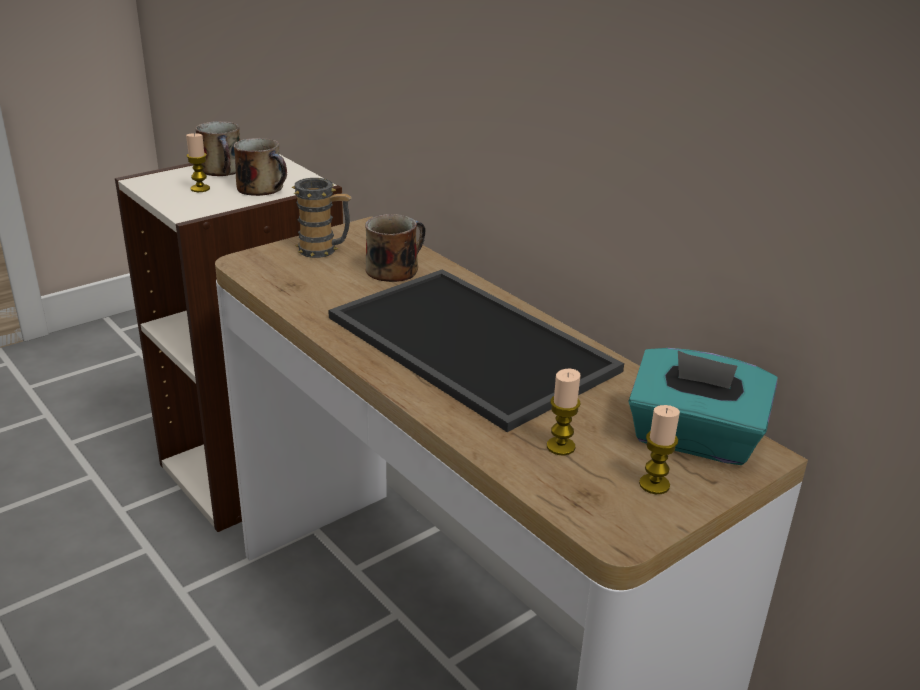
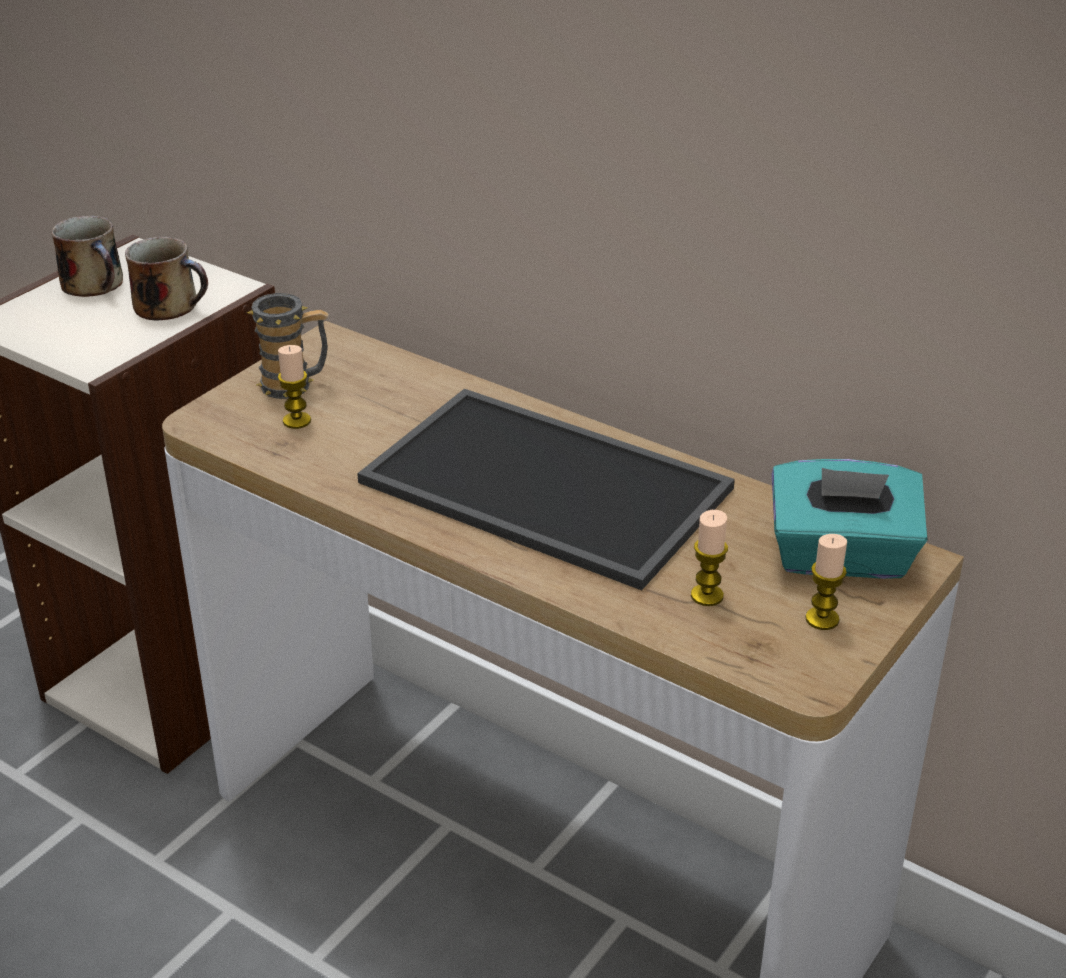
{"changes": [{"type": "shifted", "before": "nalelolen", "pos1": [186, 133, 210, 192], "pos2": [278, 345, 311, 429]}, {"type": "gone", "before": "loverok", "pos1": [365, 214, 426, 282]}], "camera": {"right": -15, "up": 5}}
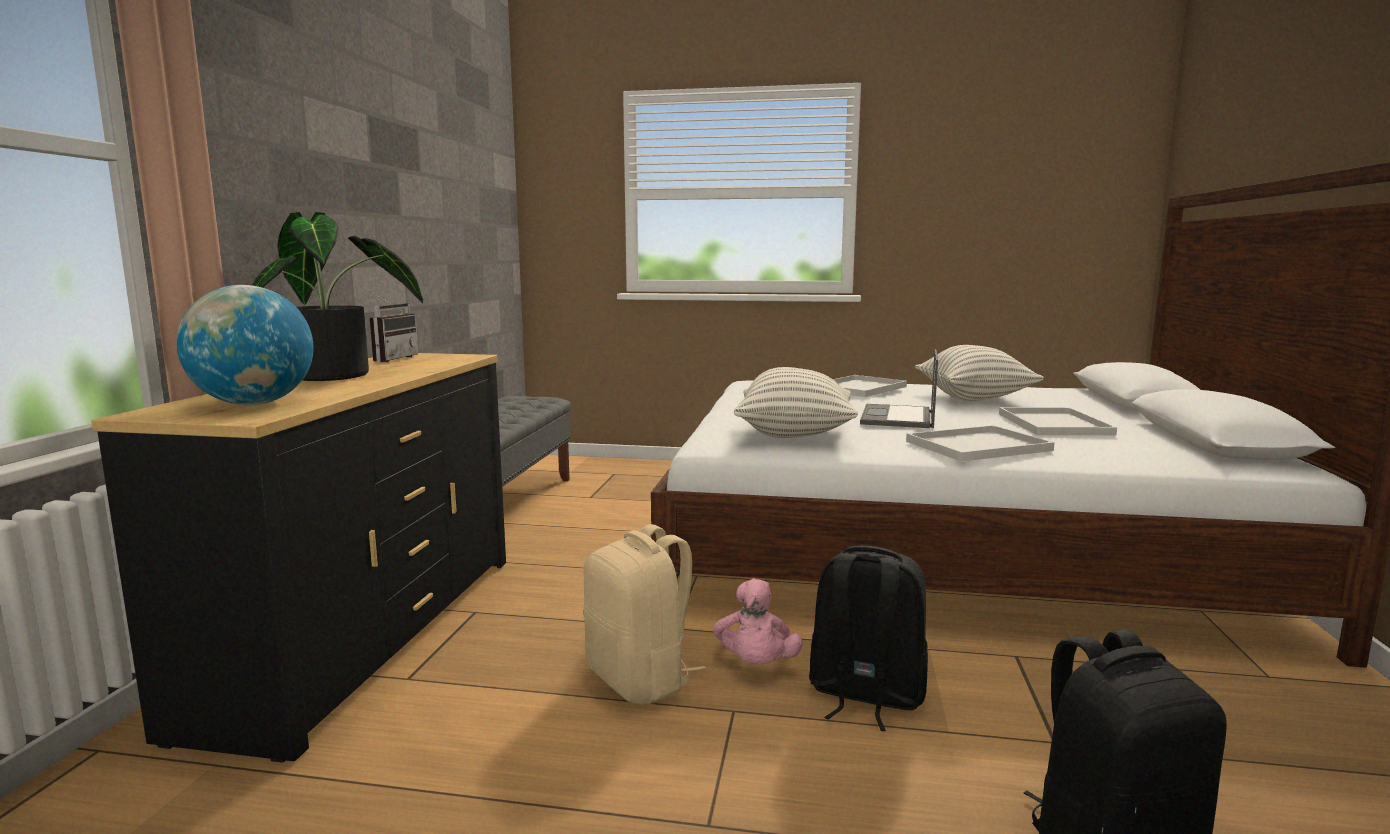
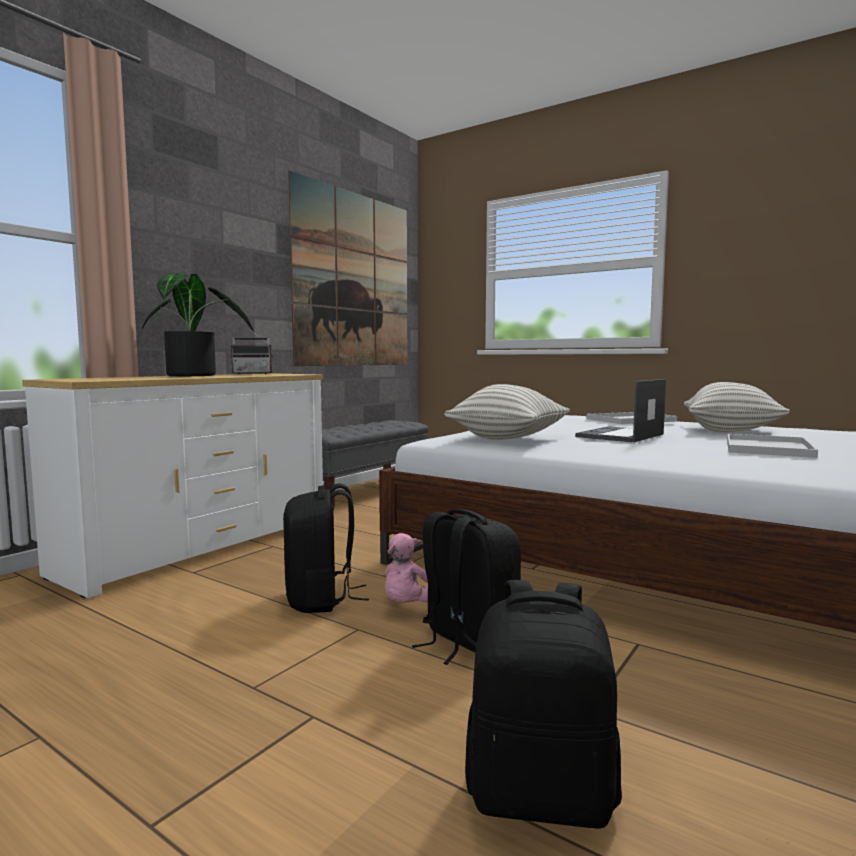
{"changes": [{"type": "repainted", "before": "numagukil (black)", "after": "numagukil (white)", "pos1": [91, 353, 506, 763], "pos2": [22, 373, 323, 598]}, {"type": "rotated", "before": "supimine", "pos1": [366, 290, 418, 362], "pos2": [231, 329, 273, 374], "turn": 45}, {"type": "repainted", "before": "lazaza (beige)", "after": "lazaza (black)", "pos1": [584, 524, 706, 705], "pos2": [283, 484, 369, 613]}, {"type": "new", "after": "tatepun", "pos2": [288, 170, 407, 366]}, {"type": "gone", "before": "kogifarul", "pos1": [176, 285, 313, 405]}, {"type": "gone", "before": "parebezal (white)", "pos1": [906, 425, 1055, 462]}], "camera": {"right": 25, "up": -5}}
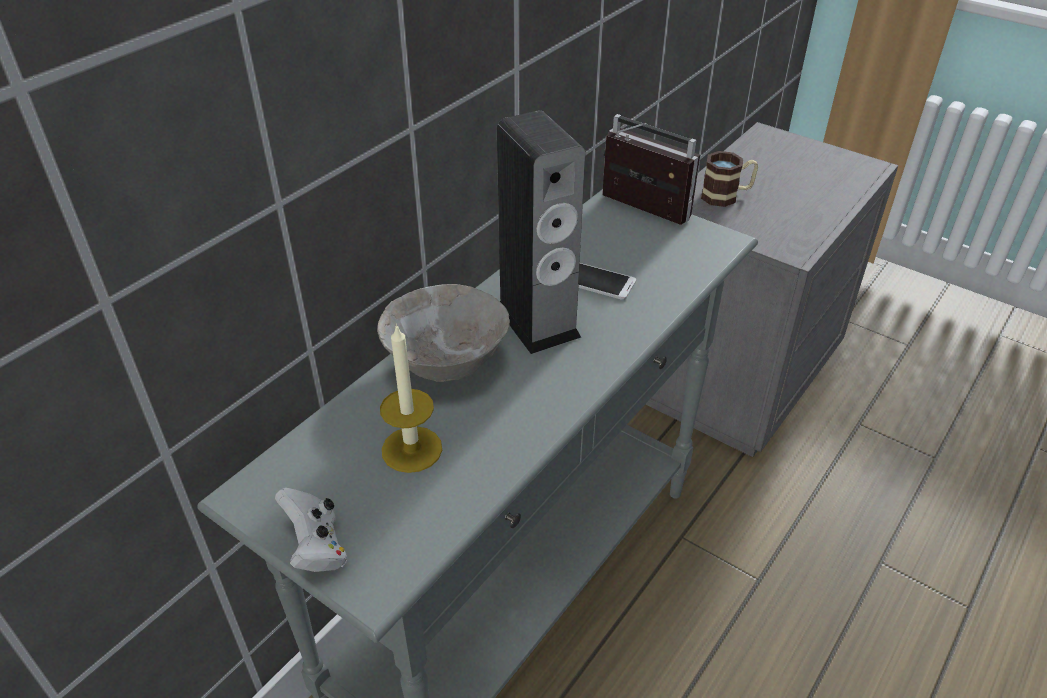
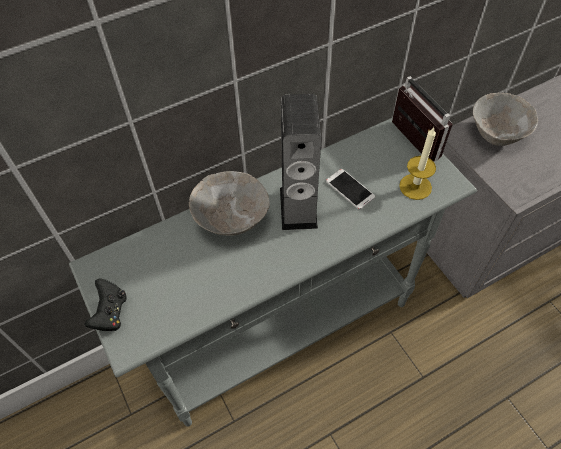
{"changes": [{"type": "repainted", "before": "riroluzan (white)", "after": "riroluzan (black)", "pos1": [275, 488, 347, 572], "pos2": [84, 278, 126, 331]}, {"type": "shifted", "before": "nalelolen", "pos1": [380, 324, 442, 473], "pos2": [399, 127, 436, 200]}, {"type": "swapped", "before": "loverok", "after": "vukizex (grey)", "pos1": [701, 151, 758, 207], "pos2": [473, 93, 538, 146]}], "camera": {"right": 25, "up": 15}}
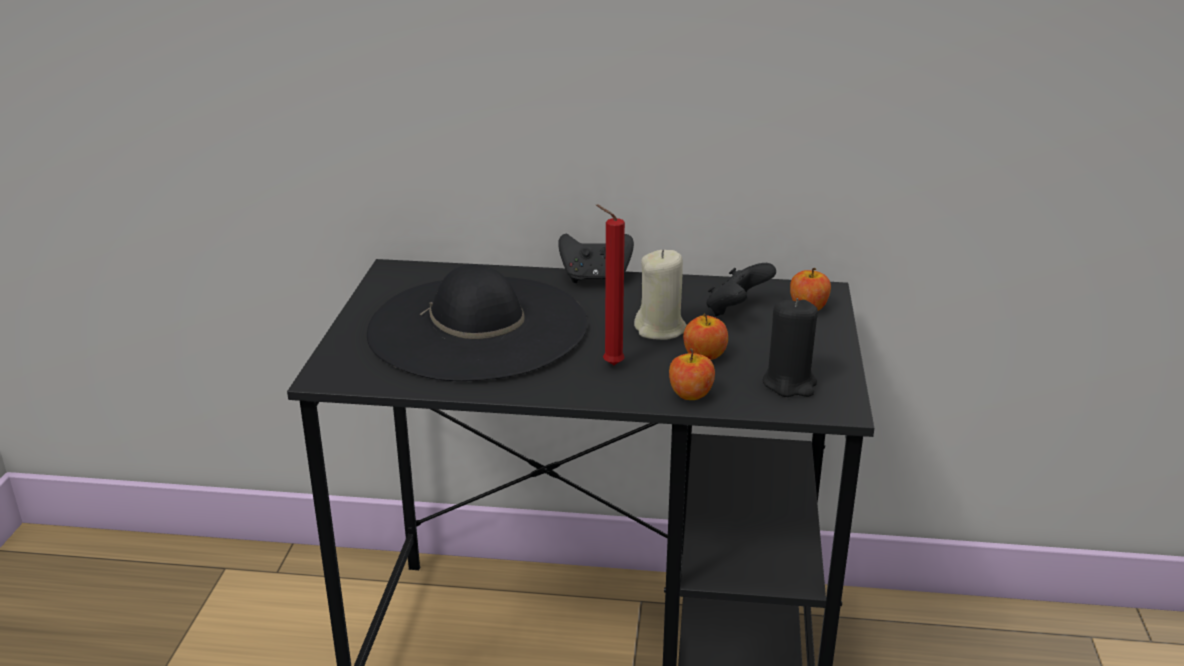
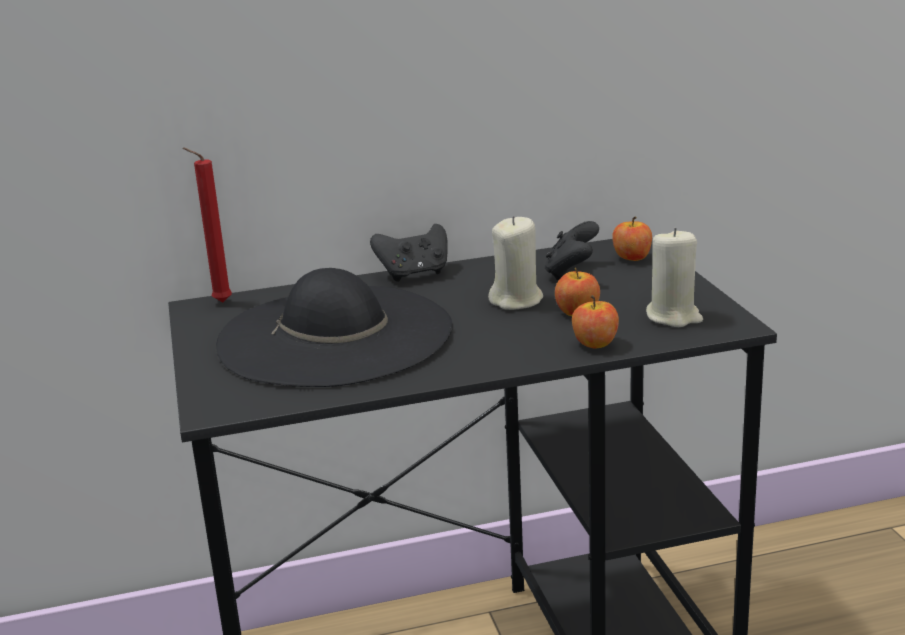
{"changes": [{"type": "shifted", "before": "nalelolen (red)", "pos1": [596, 204, 625, 365], "pos2": [182, 148, 232, 302]}, {"type": "repainted", "before": "nalelolen (black)", "after": "nalelolen (beige)", "pos1": [763, 298, 818, 397], "pos2": [646, 228, 703, 327]}], "camera": {"right": -20, "up": -5}}
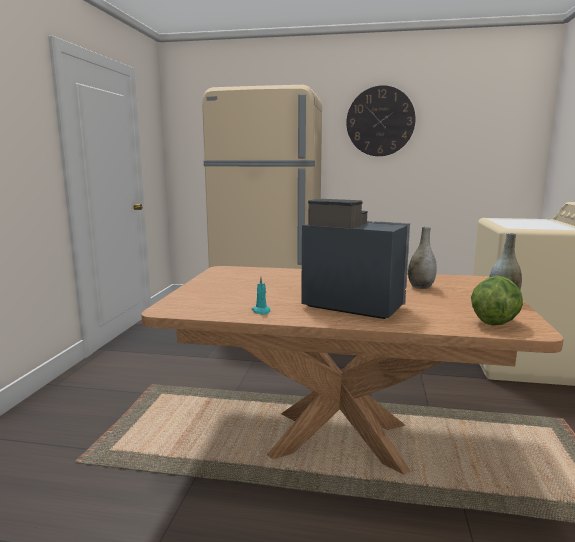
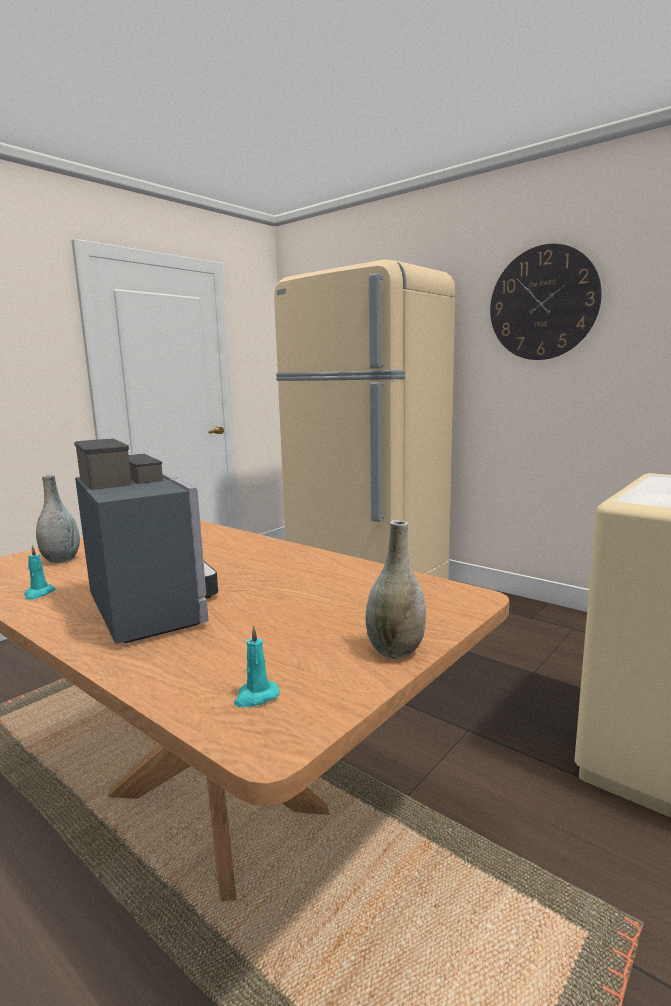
{"changes": [{"type": "shifted", "before": "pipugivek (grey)", "pos1": [408, 226, 437, 289], "pos2": [36, 474, 80, 563]}, {"type": "swapped", "before": "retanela", "after": "nalelolen (turquoise)", "pos1": [471, 276, 523, 326], "pos2": [234, 626, 280, 707]}], "camera": {"right": 30, "up": 0}}
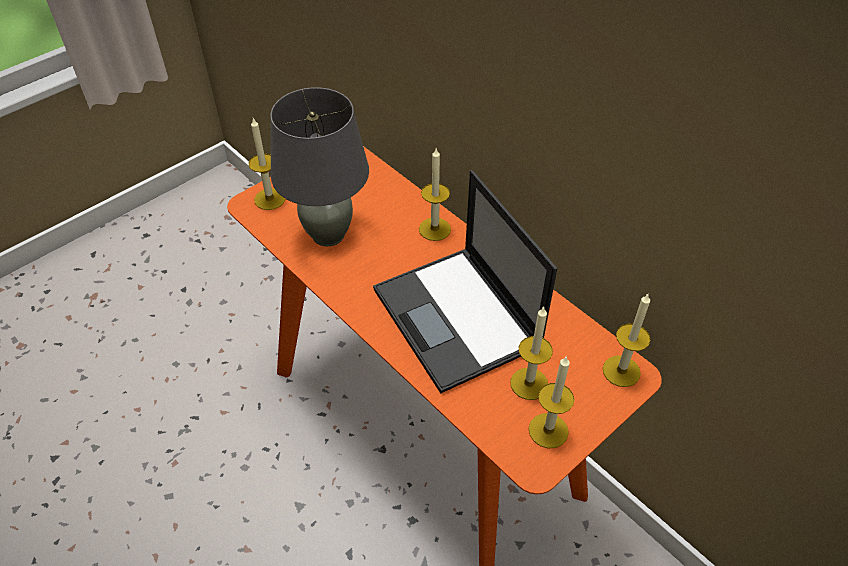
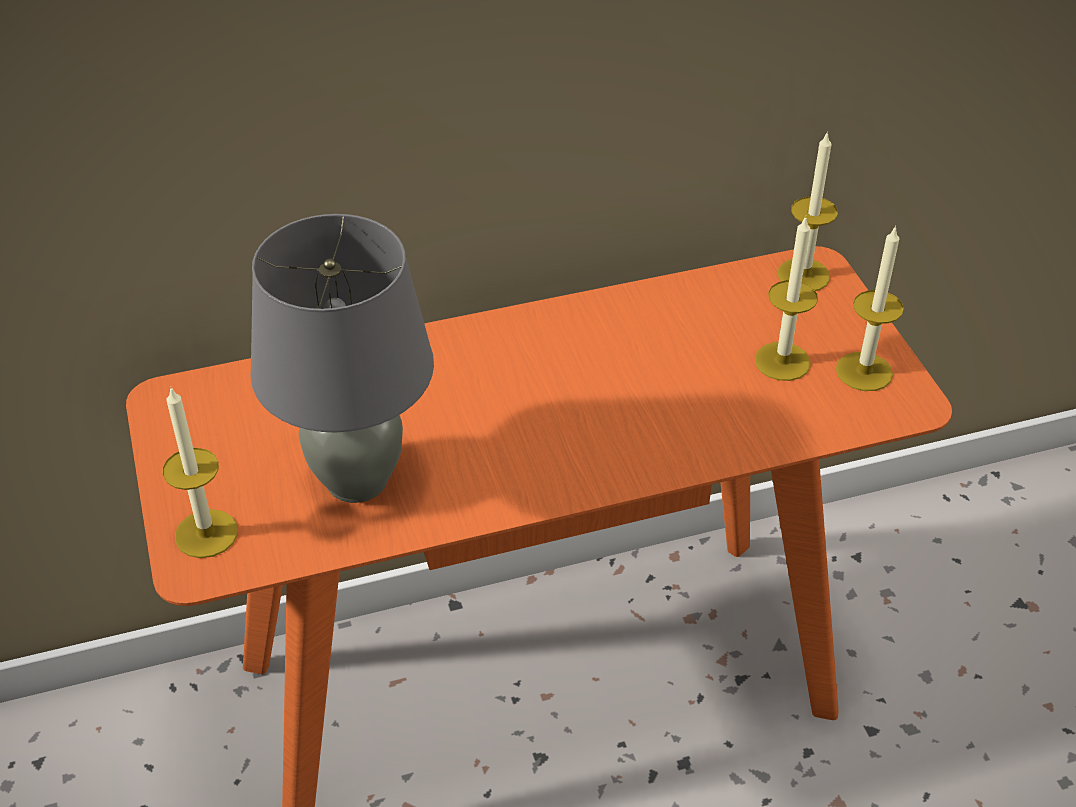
{"changes": [{"type": "gone", "before": "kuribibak", "pos1": [373, 170, 557, 394]}, {"type": "gone", "before": "nalelolen", "pos1": [419, 149, 451, 241]}], "camera": {"right": -65, "up": -5}}
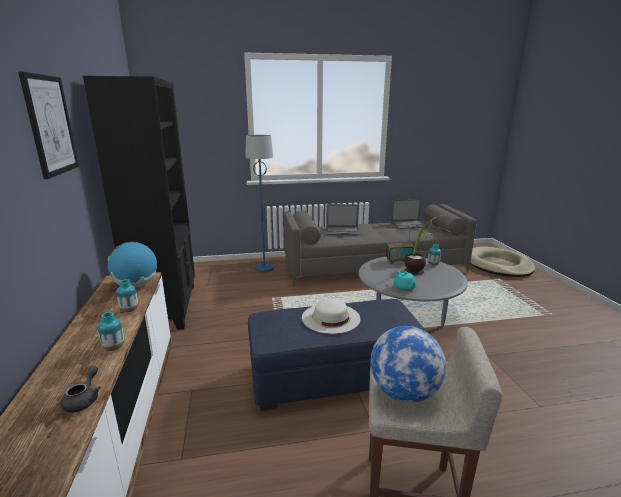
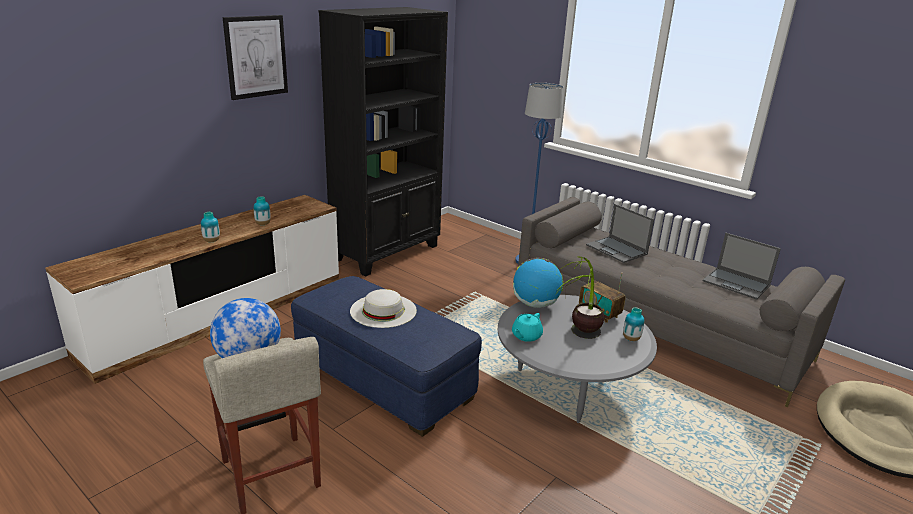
{"changes": [{"type": "shifted", "before": "kogifarul", "pos1": [108, 242, 157, 287], "pos2": [513, 258, 564, 308]}, {"type": "gone", "before": "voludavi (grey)", "pos1": [61, 366, 101, 413]}], "camera": {"right": 50, "up": 5}}
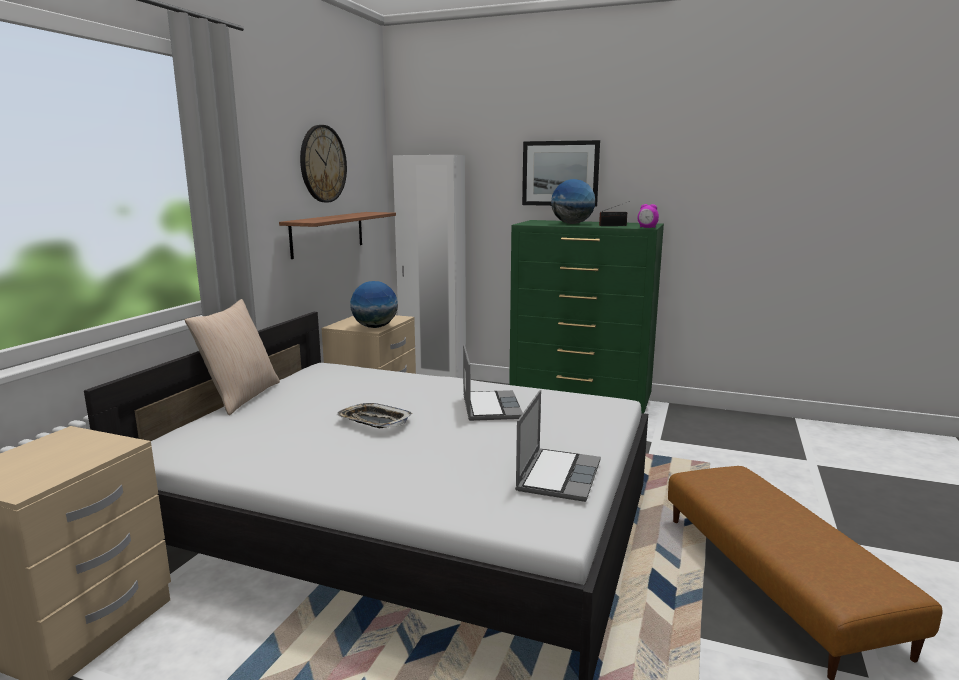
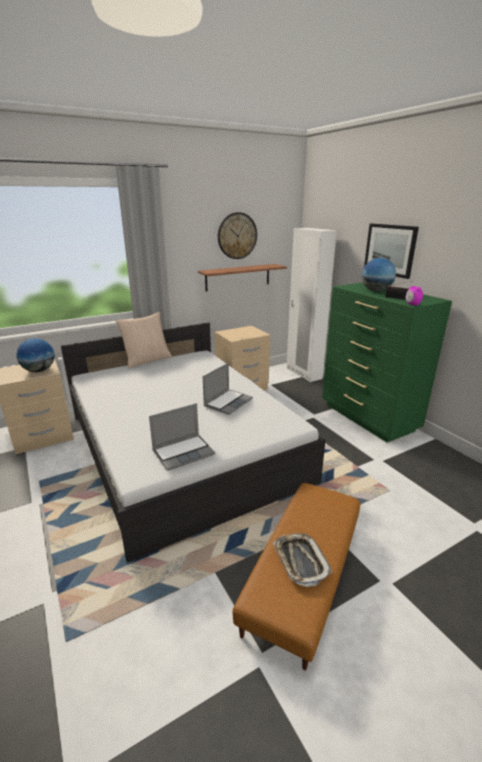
{"changes": [{"type": "shifted", "before": "kogifarul", "pos1": [350, 281, 398, 328], "pos2": [16, 338, 55, 372]}, {"type": "shifted", "before": "parebezal", "pos1": [336, 403, 412, 428], "pos2": [273, 533, 332, 587]}], "camera": {"right": 40, "up": 10}}
